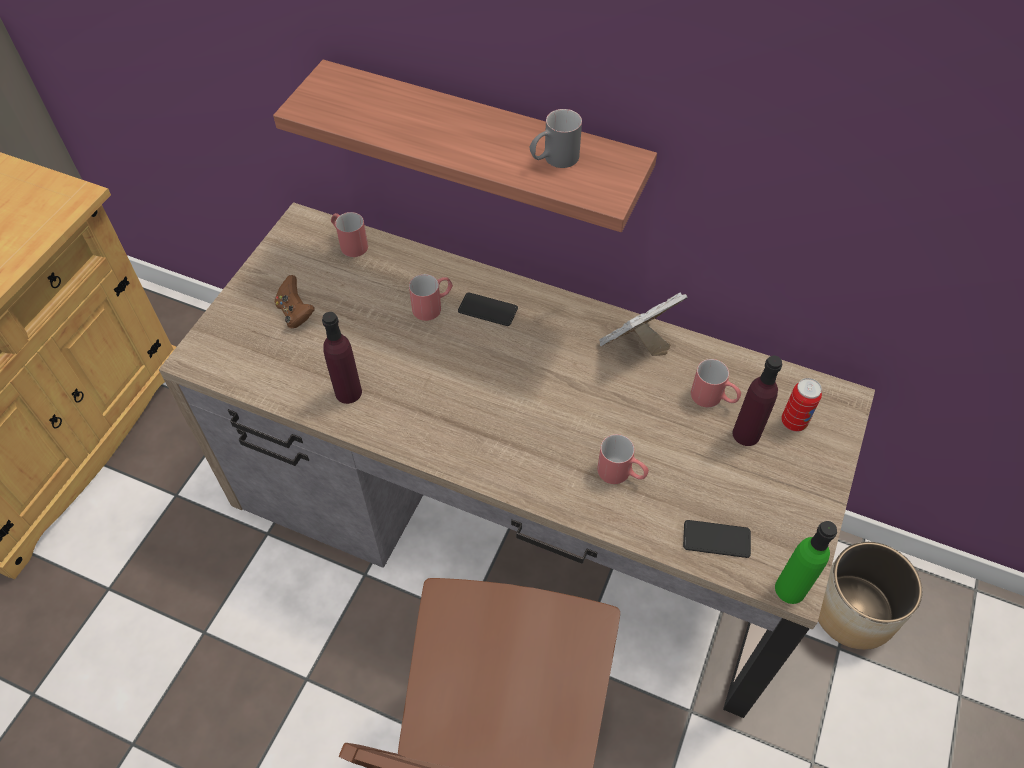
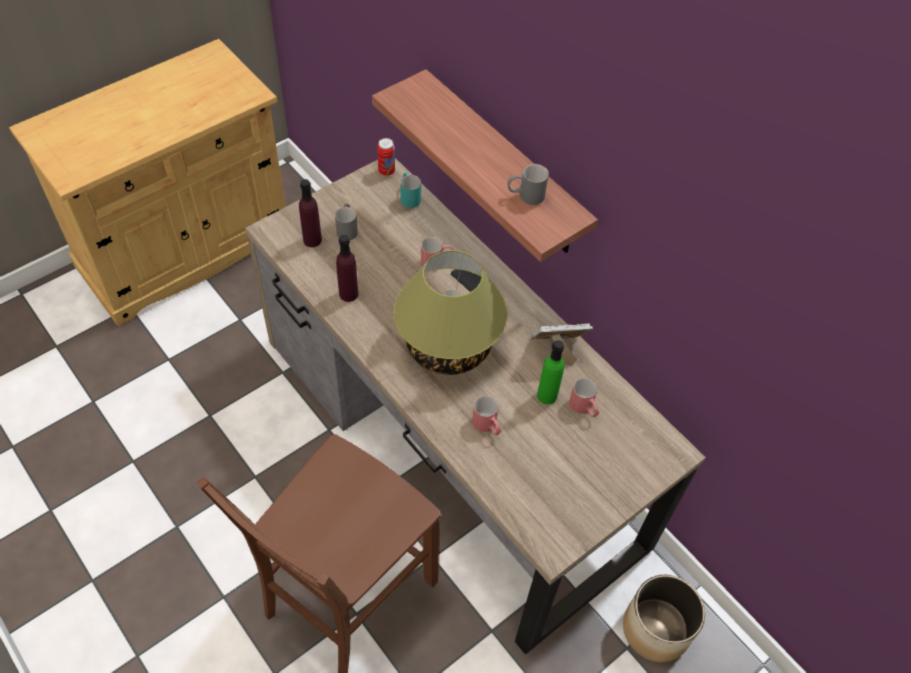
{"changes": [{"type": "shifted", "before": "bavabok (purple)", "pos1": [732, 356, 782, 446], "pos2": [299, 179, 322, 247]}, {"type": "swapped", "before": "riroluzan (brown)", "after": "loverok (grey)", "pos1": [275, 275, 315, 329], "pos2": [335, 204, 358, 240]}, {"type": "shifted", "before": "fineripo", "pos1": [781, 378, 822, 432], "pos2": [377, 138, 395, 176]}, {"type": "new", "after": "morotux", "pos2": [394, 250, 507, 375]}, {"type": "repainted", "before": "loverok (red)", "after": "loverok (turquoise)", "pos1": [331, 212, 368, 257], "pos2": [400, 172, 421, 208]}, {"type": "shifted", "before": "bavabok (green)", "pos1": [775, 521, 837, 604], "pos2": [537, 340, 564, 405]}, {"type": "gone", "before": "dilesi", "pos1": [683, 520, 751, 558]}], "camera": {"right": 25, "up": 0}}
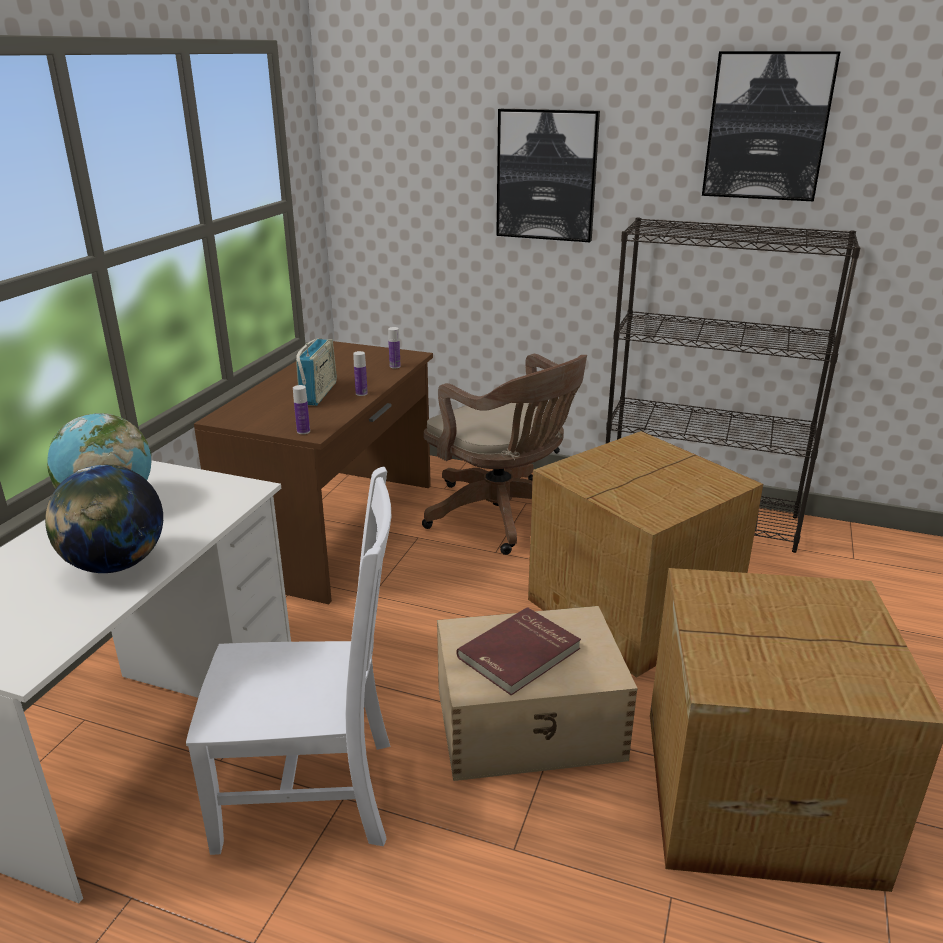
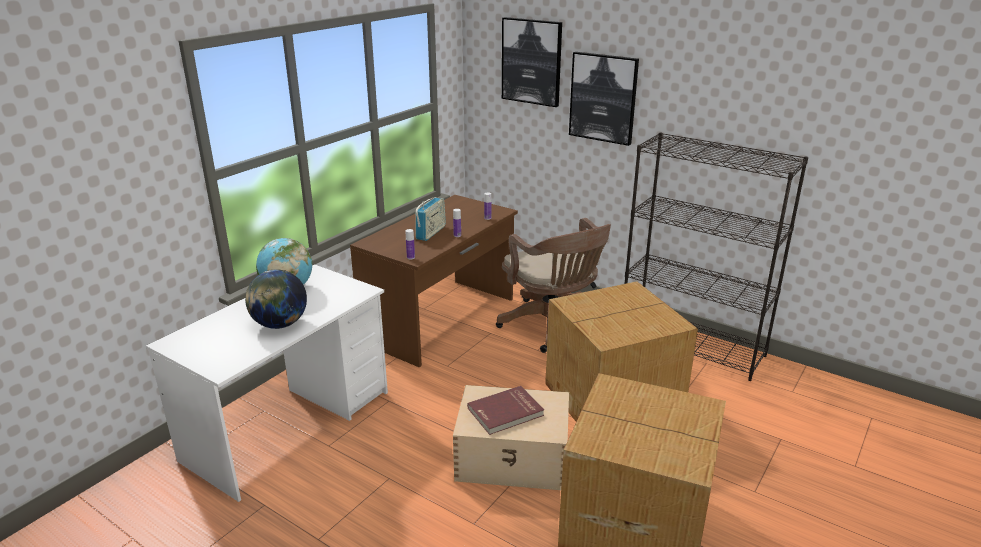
{"changes": [{"type": "shifted", "before": "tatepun", "pos1": [702, 51, 841, 202], "pos2": [502, 17, 562, 107]}, {"type": "gone", "before": "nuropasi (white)", "pos1": [186, 466, 391, 855]}], "camera": {"right": 15, "up": 0}}
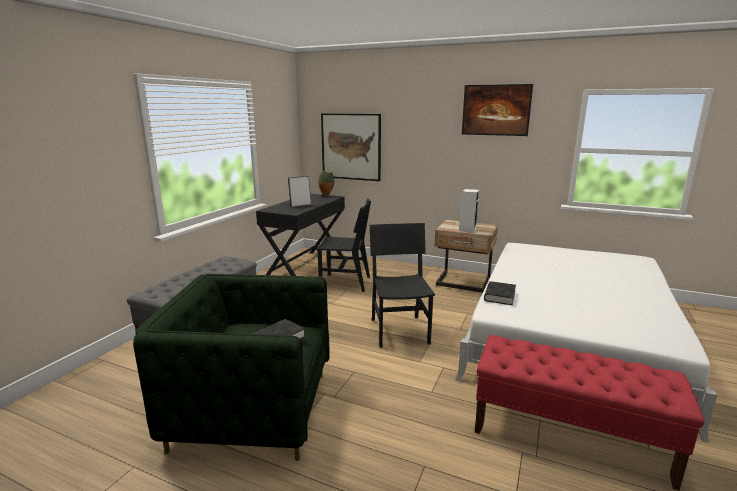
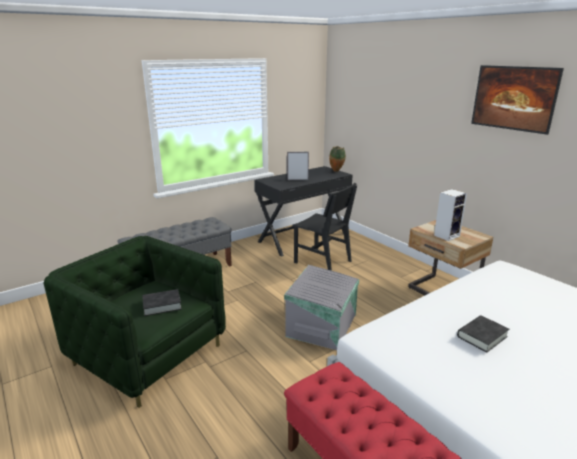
{"changes": [{"type": "swapped", "before": "nuropasi (black)", "after": "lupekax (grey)", "pos1": [370, 223, 435, 348], "pos2": [284, 265, 359, 350]}, {"type": "shifted", "before": "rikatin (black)", "pos1": [484, 281, 516, 305], "pos2": [457, 315, 509, 353]}, {"type": "gone", "before": "tatepun", "pos1": [321, 113, 381, 181]}], "camera": {"right": 30, "up": 5}}
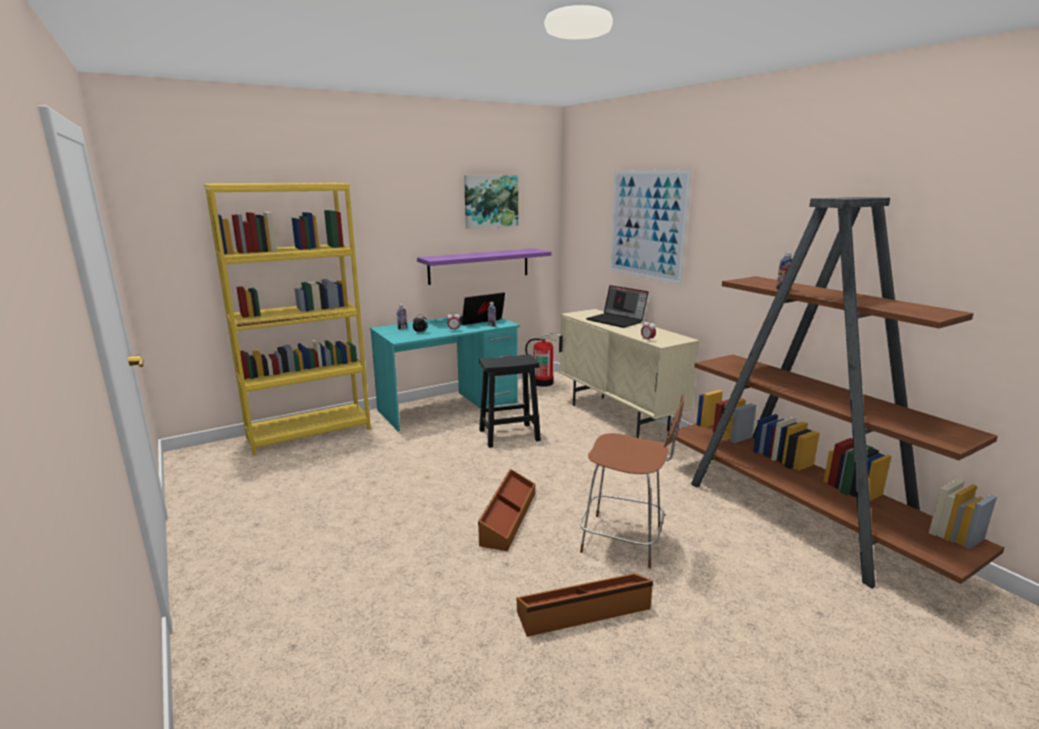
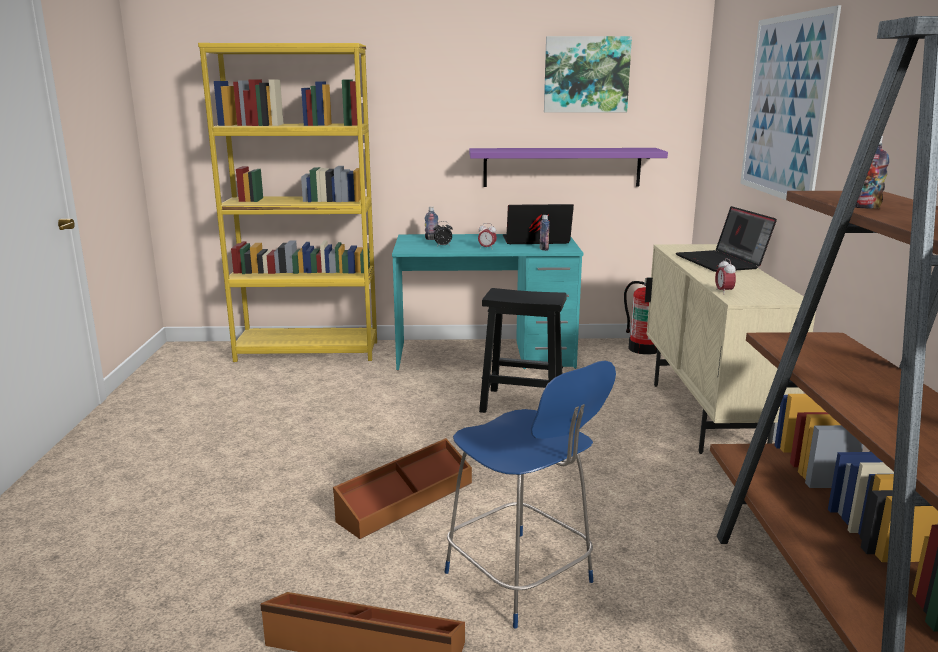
{"changes": [{"type": "repainted", "before": "nuropasi (brown)", "after": "nuropasi (blue)", "pos1": [580, 393, 685, 569], "pos2": [445, 361, 616, 629]}], "camera": {"right": 30, "up": 0}}
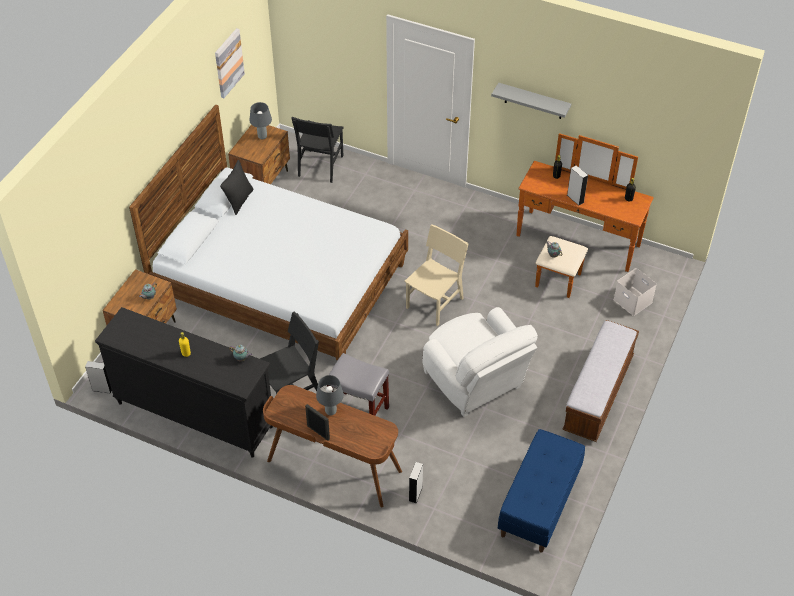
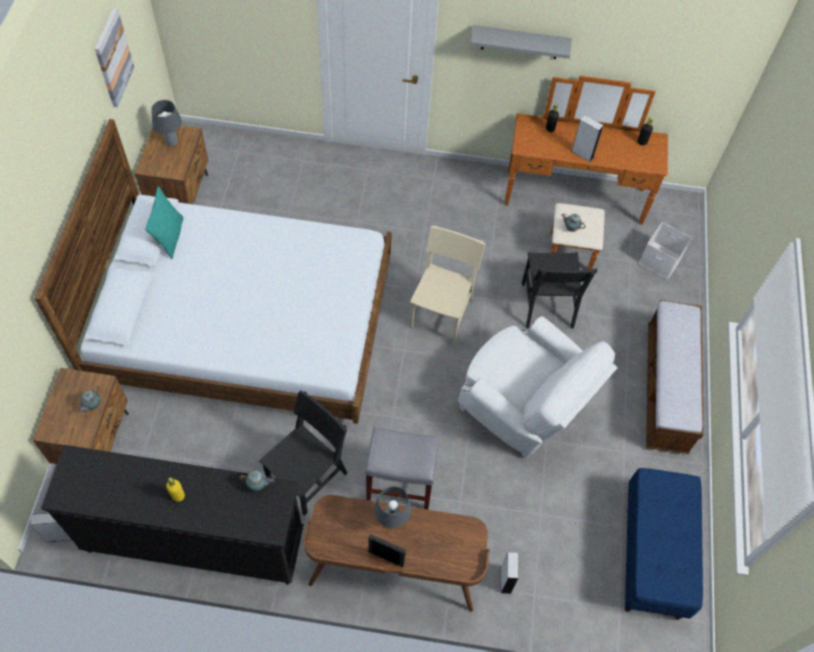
{"changes": [{"type": "repainted", "before": "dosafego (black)", "after": "dosafego (turquoise)", "pos1": [220, 160, 254, 215], "pos2": [145, 186, 184, 259]}, {"type": "shifted", "before": "nuropasi (black)", "pos1": [291, 117, 344, 183], "pos2": [522, 252, 597, 329]}], "camera": {"right": -20, "up": 10}}
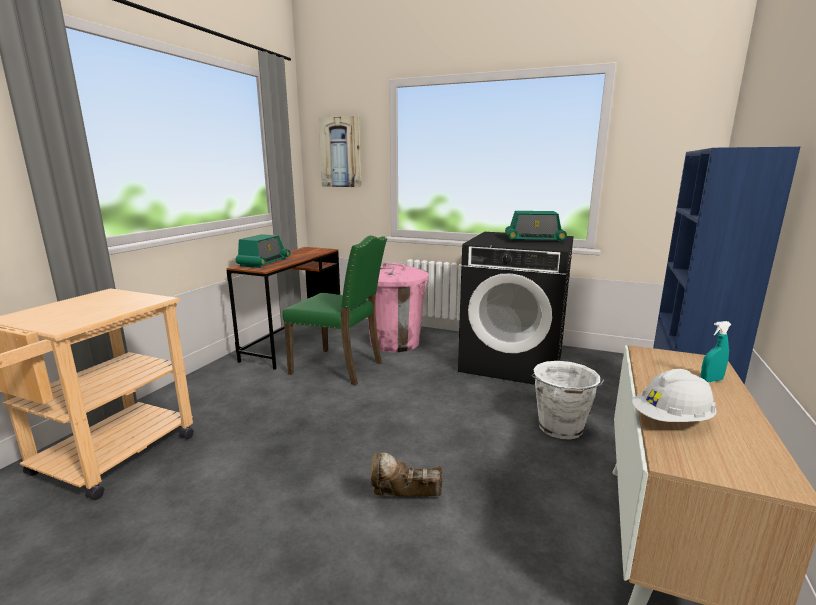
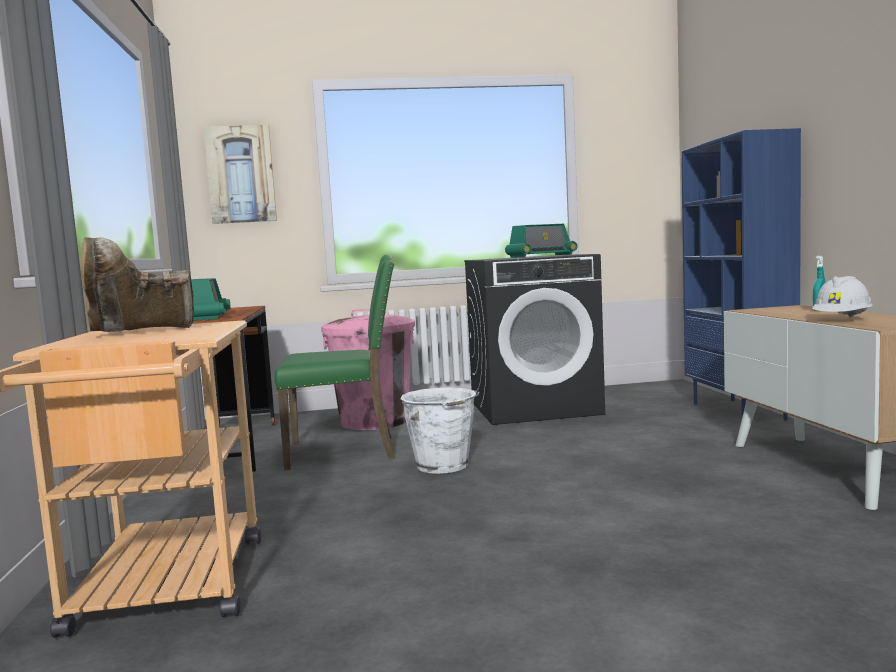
{"changes": [{"type": "shifted", "before": "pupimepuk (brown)", "pos1": [371, 452, 442, 497], "pos2": [80, 237, 194, 332]}, {"type": "shifted", "before": "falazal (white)", "pos1": [531, 361, 604, 439], "pos2": [400, 387, 480, 474]}], "camera": {"right": -30, "up": -10}}
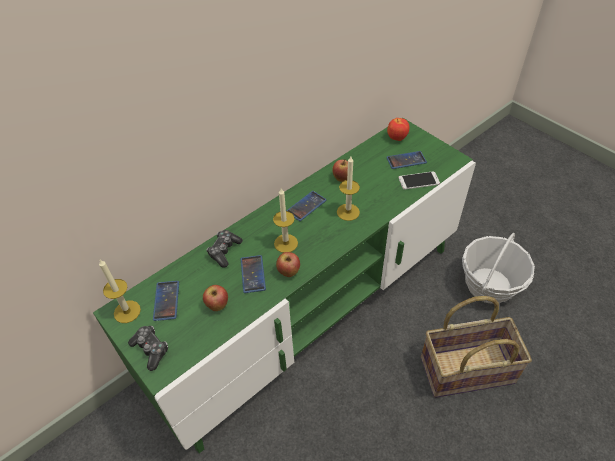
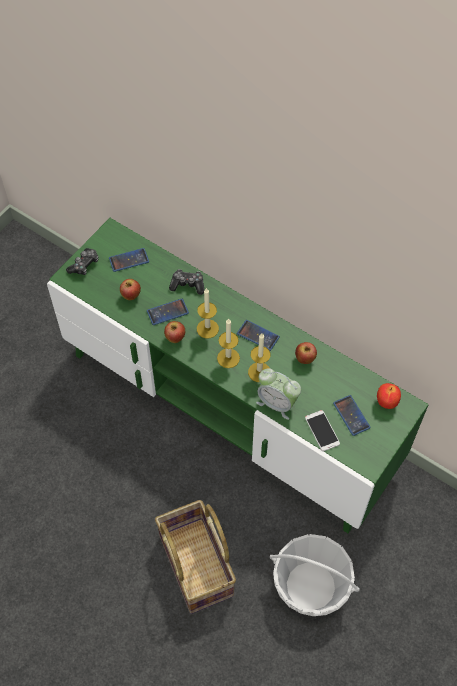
{"changes": [{"type": "shifted", "before": "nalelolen", "pos1": [99, 260, 141, 323], "pos2": [217, 318, 240, 368]}, {"type": "new", "after": "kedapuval", "pos2": [256, 368, 301, 420]}], "camera": {"right": 75, "up": 10}}
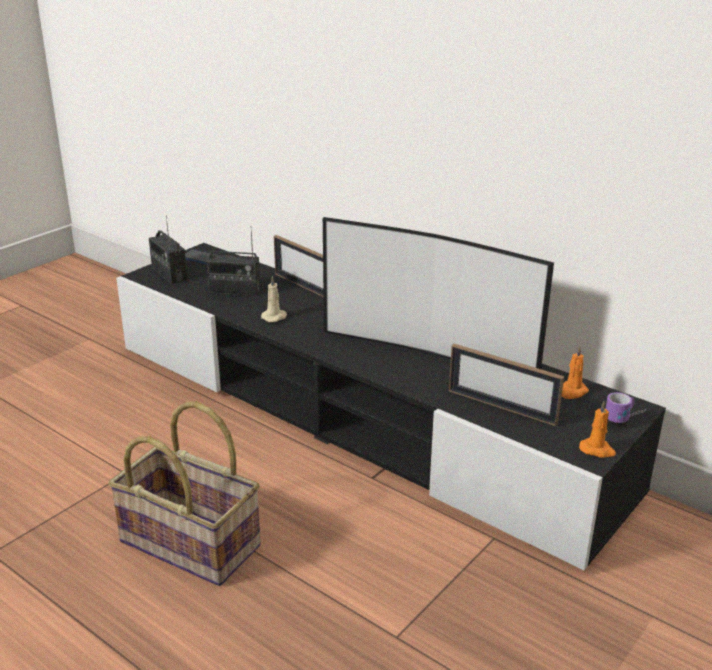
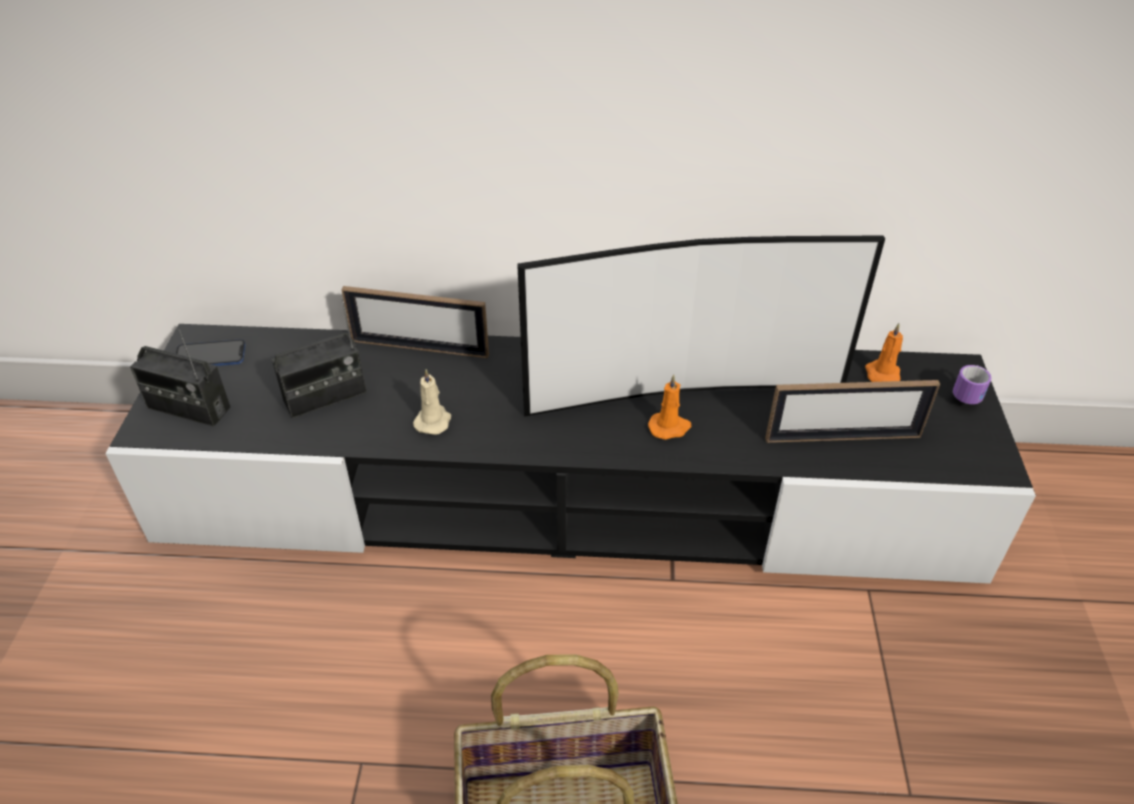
{"changes": [{"type": "shifted", "before": "nalelolen (orange)", "pos1": [579, 401, 616, 458], "pos2": [648, 375, 691, 440]}], "camera": {"right": -35, "up": 15}}
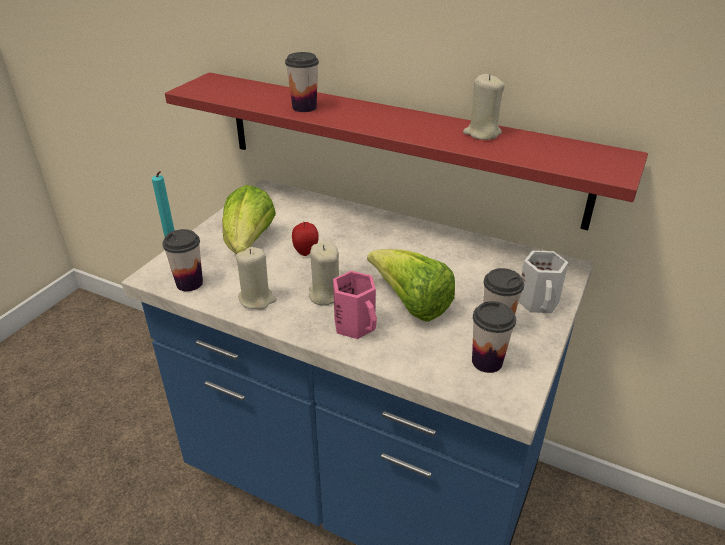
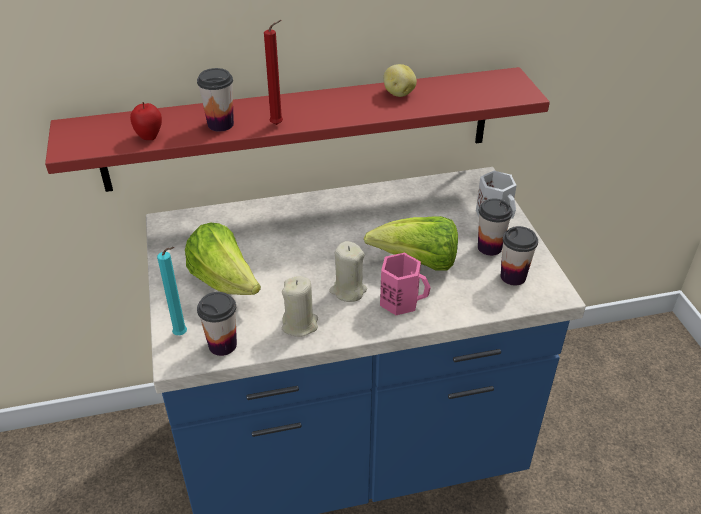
{"changes": [{"type": "shifted", "before": "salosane", "pos1": [292, 222, 319, 256], "pos2": [130, 102, 162, 140]}, {"type": "new", "after": "nalelolen (red)", "pos2": [264, 20, 283, 125]}, {"type": "swapped", "before": "nalelolen (beige)", "after": "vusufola", "pos1": [463, 74, 505, 140], "pos2": [384, 64, 417, 97]}], "camera": {"right": -40, "up": 5}}
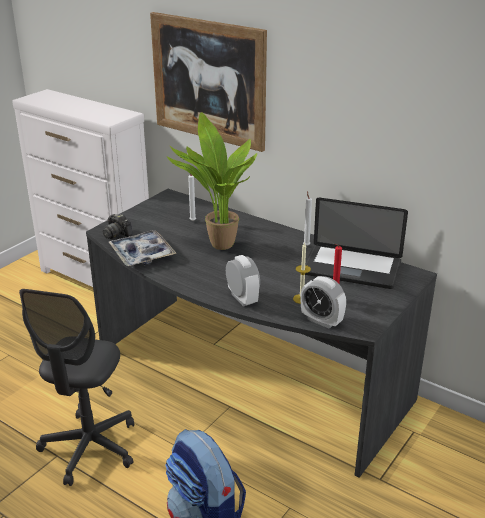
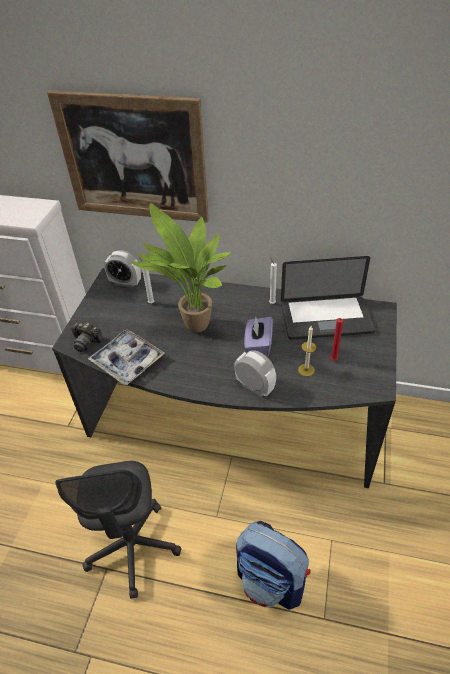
{"changes": [{"type": "shifted", "before": "kedapuval", "pos1": [300, 276, 346, 329], "pos2": [104, 250, 141, 288]}, {"type": "new", "after": "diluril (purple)", "pos2": [244, 317, 273, 357]}], "camera": {"right": -20, "up": 15}}
